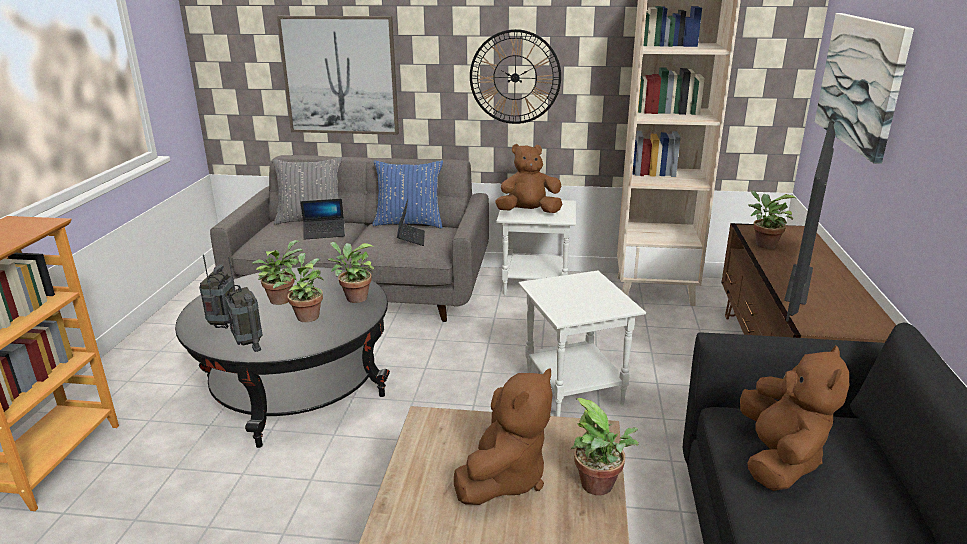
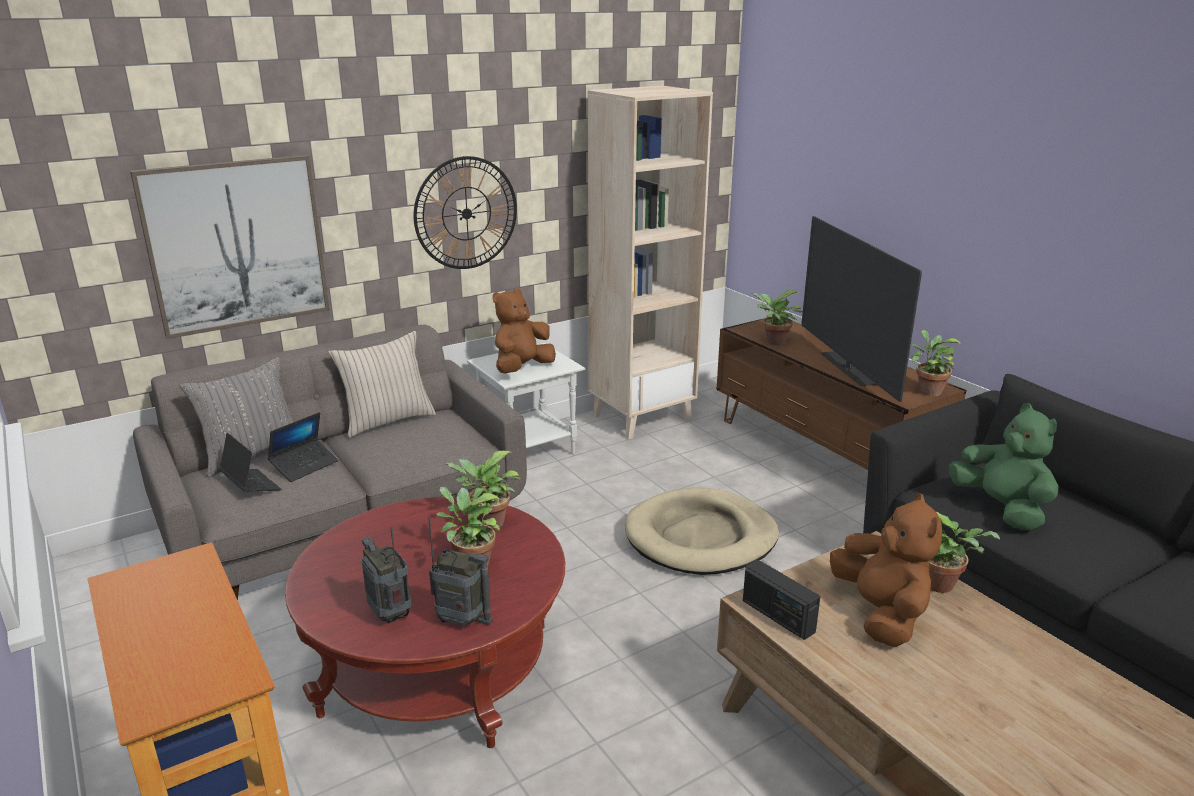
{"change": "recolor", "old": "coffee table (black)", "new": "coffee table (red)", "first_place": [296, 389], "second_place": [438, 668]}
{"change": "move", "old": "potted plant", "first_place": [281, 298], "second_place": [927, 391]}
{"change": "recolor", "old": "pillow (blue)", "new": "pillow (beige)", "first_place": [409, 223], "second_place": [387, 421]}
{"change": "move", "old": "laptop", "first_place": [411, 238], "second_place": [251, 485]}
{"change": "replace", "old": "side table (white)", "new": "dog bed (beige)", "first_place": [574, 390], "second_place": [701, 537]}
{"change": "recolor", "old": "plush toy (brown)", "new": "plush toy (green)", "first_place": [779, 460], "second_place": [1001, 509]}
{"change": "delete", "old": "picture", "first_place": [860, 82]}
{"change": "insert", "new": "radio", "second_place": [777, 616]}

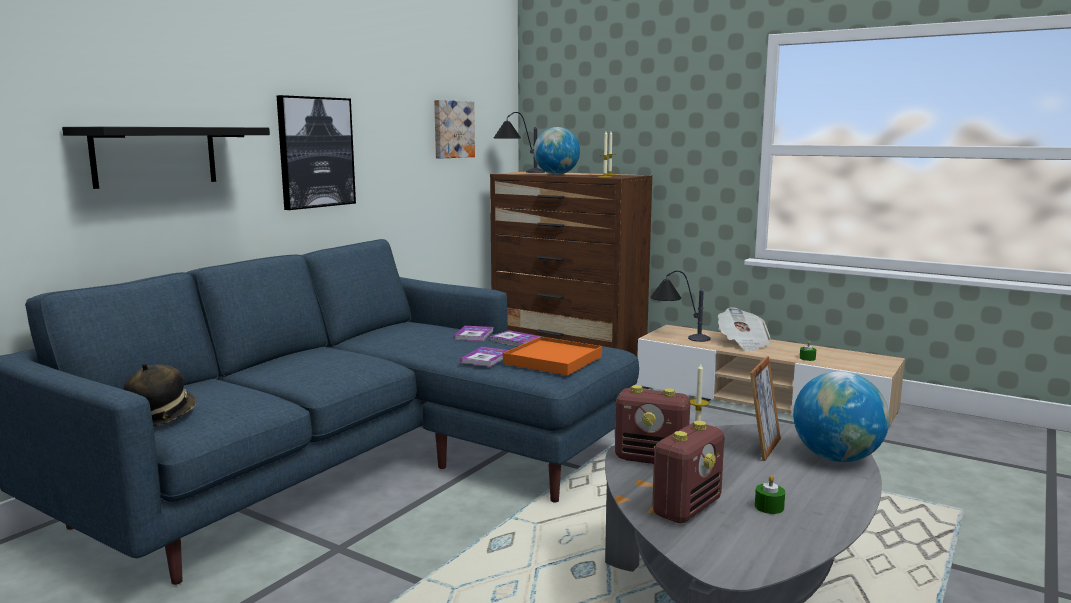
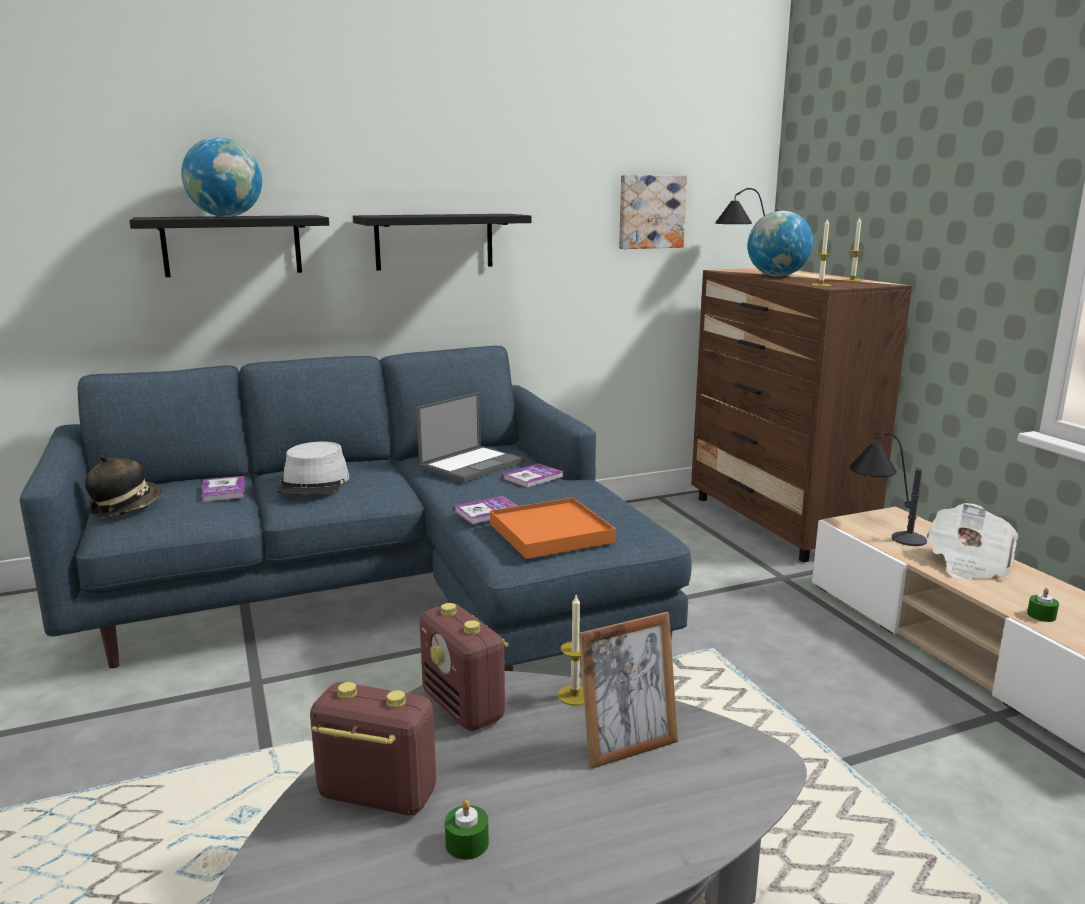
{"change": "replace", "old": "picture", "new": "shelf (black)", "first_place": [315, 152], "second_place": [434, 241]}
{"change": "move", "old": "book", "first_place": [515, 340], "second_place": [224, 491]}
{"change": "rotate", "old": "radio", "first_place": [687, 508], "second_place": [376, 795], "degrees": -150}
{"change": "move", "old": "globe", "first_place": [836, 458], "second_place": [226, 217]}
{"change": "insert", "new": "hat (grey)", "second_place": [314, 483]}
{"change": "insert", "new": "laptop", "second_place": [472, 464]}

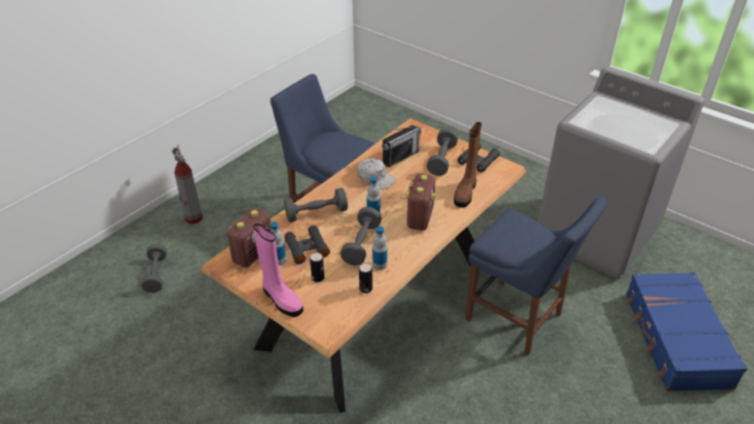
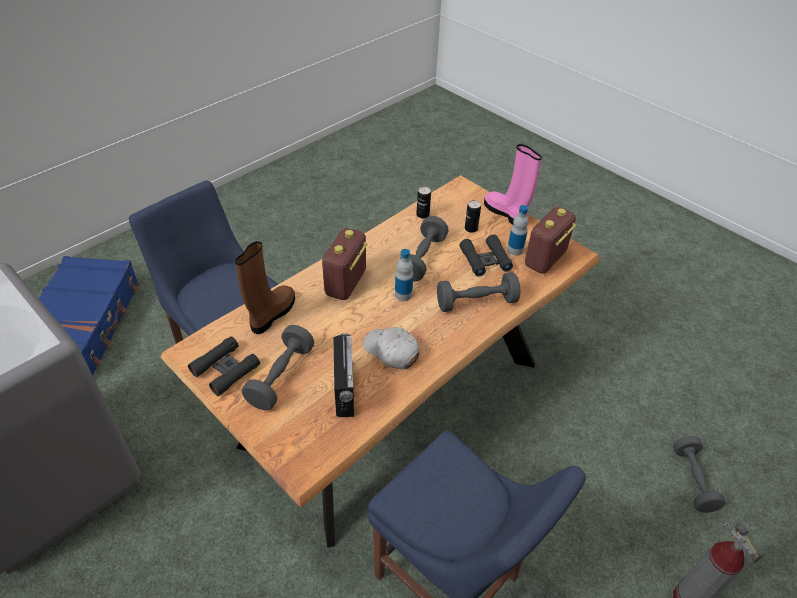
{"change": "delete", "old": "bottle", "first_place": [379, 264]}
{"change": "rotate", "old": "radio", "first_place": [400, 157], "second_place": [344, 390], "degrees": 120}

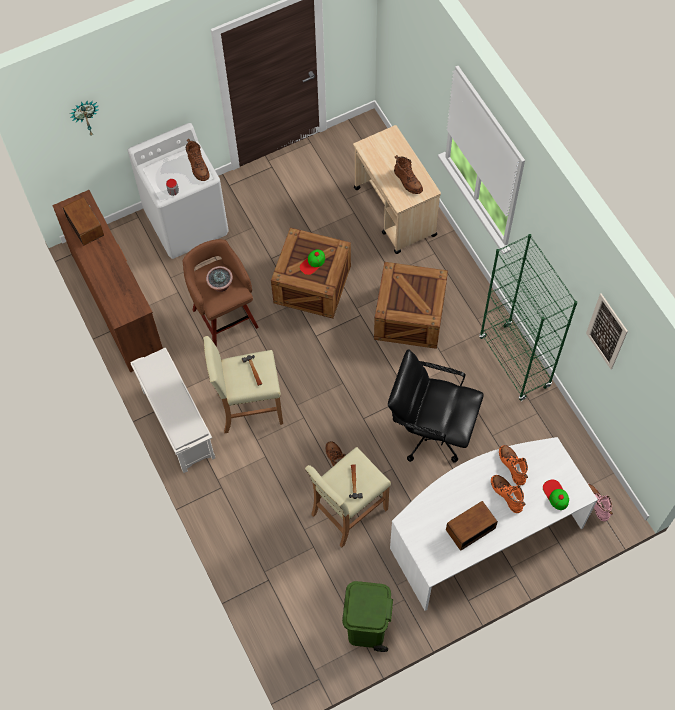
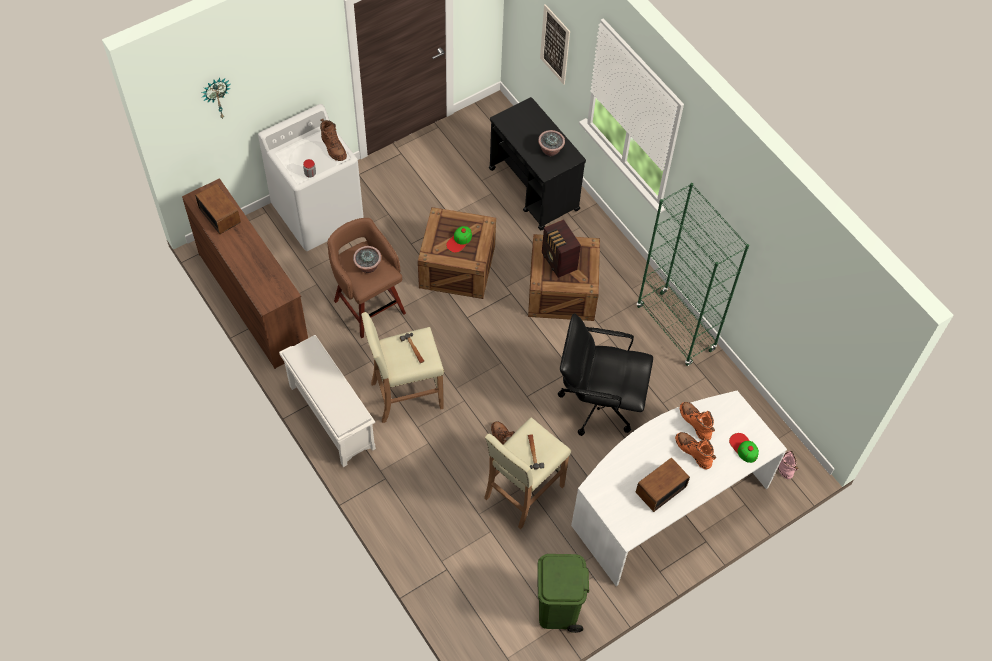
{"change": "recolor", "old": "cart (beige)", "new": "cart (black)", "first_place": [395, 212], "second_place": [534, 190]}
{"change": "replace", "old": "boot (brown)", "new": "potted plant", "first_place": [407, 181], "second_place": [550, 150]}
{"change": "move", "old": "picture", "first_place": [606, 331], "second_place": [555, 44]}
{"change": "insert", "new": "radio", "second_place": [559, 262]}

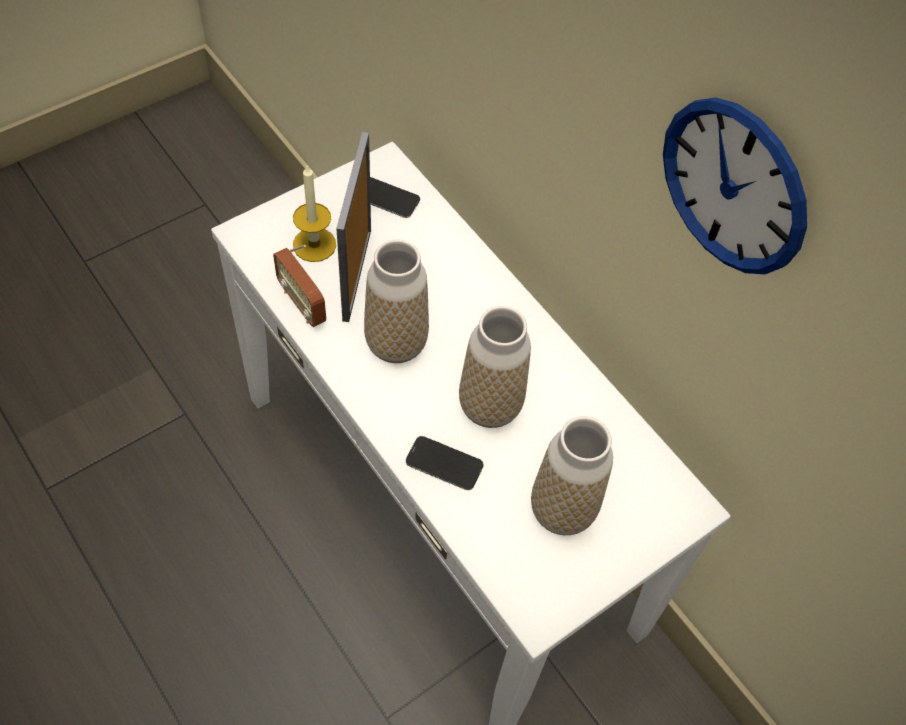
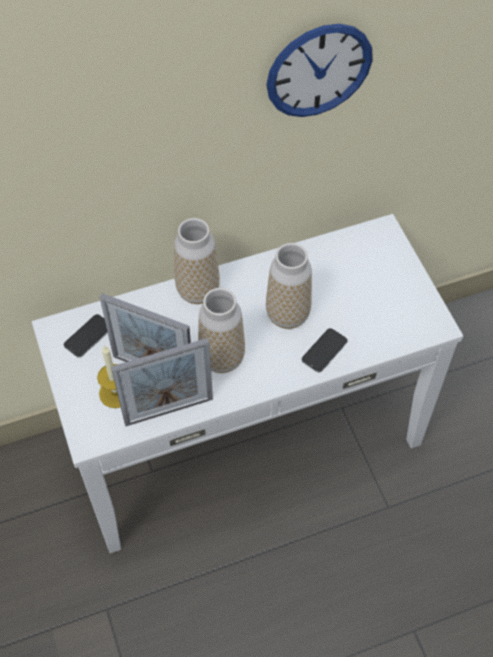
{"change": "replace", "old": "radio", "new": "picture frame", "first_place": [302, 303], "second_place": [169, 411]}
{"change": "move", "old": "vase", "first_place": [562, 510], "second_place": [198, 291]}

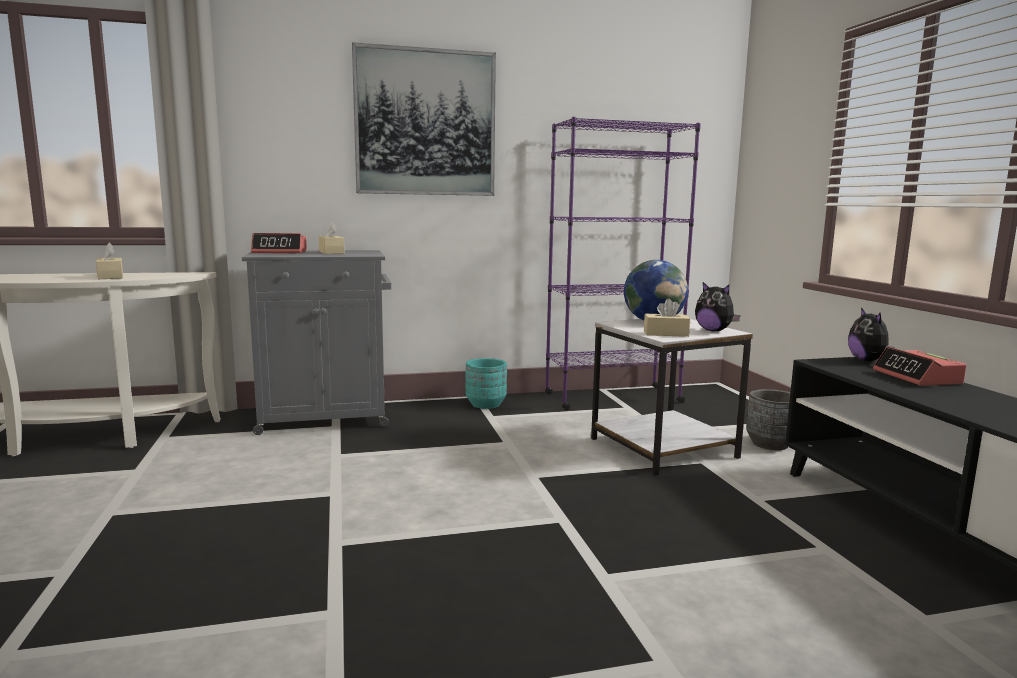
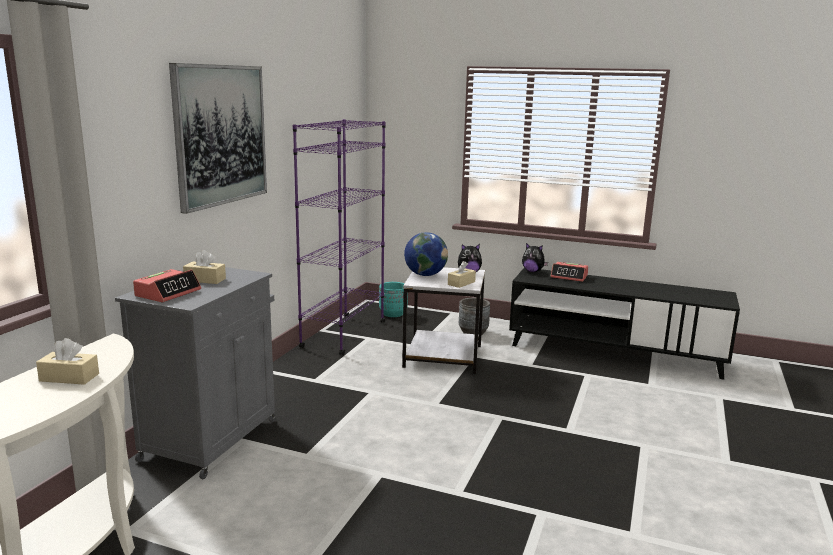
{"change": "move", "old": "planter (turquoise)", "first_place": [486, 404], "second_place": [393, 314]}

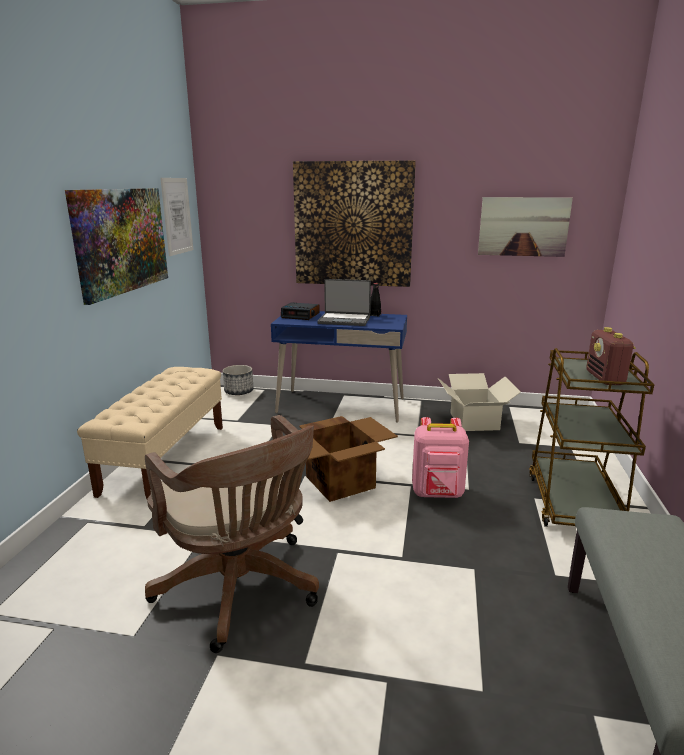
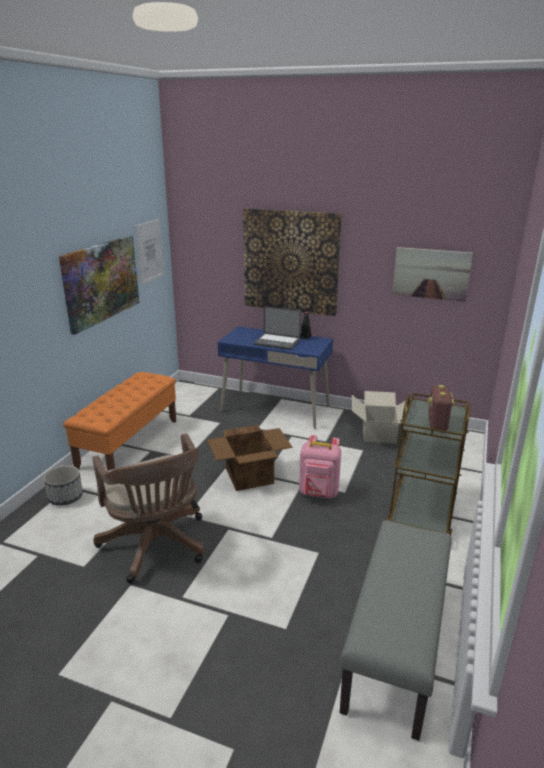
{"change": "recolor", "old": "bench (beige)", "new": "bench (orange)", "first_place": [166, 458], "second_place": [129, 443]}
{"change": "move", "old": "planter", "first_place": [239, 391], "second_place": [66, 497]}
{"change": "delete", "old": "alarm clock", "first_place": [301, 315]}

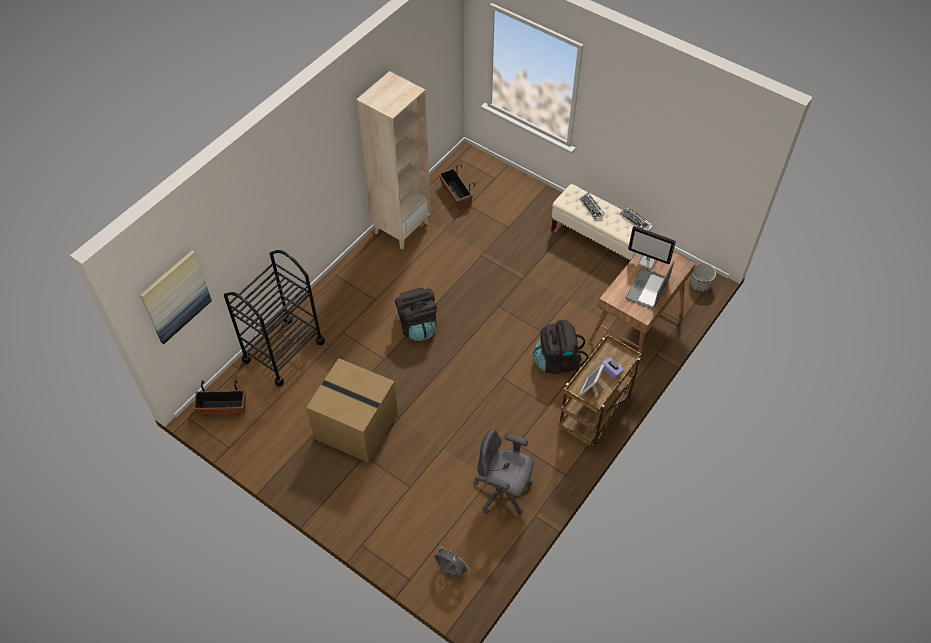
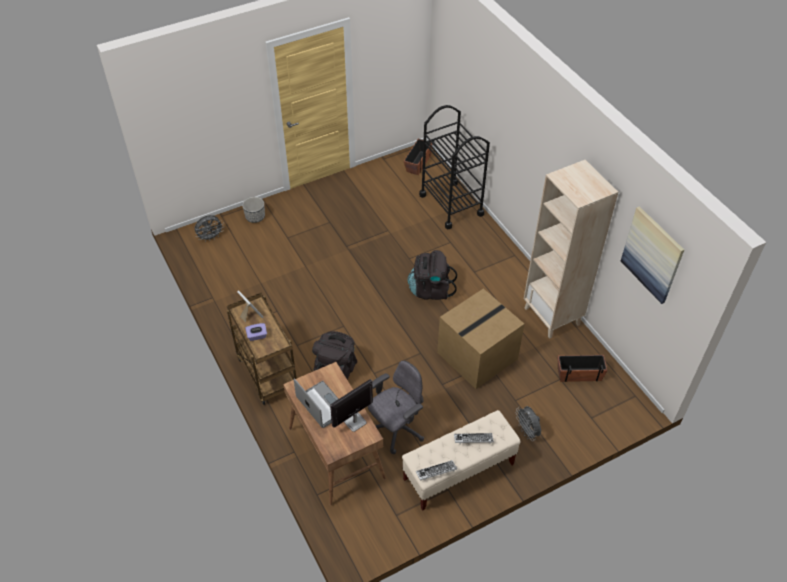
{"change": "move", "old": "picture", "first_place": [175, 296], "second_place": [652, 254]}
{"change": "move", "old": "cardboard box", "first_place": [357, 425], "second_place": [477, 357]}
{"change": "move", "old": "office chair (grey)", "first_place": [503, 491], "second_place": [396, 430]}
{"change": "move", "old": "planter", "first_place": [699, 284], "second_place": [255, 217]}
{"change": "insert", "new": "fan (grey)", "second_place": [527, 431]}

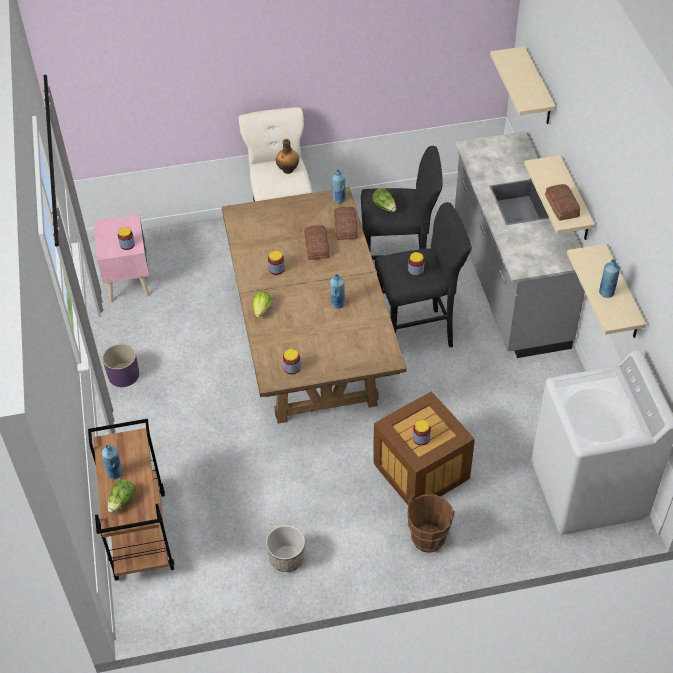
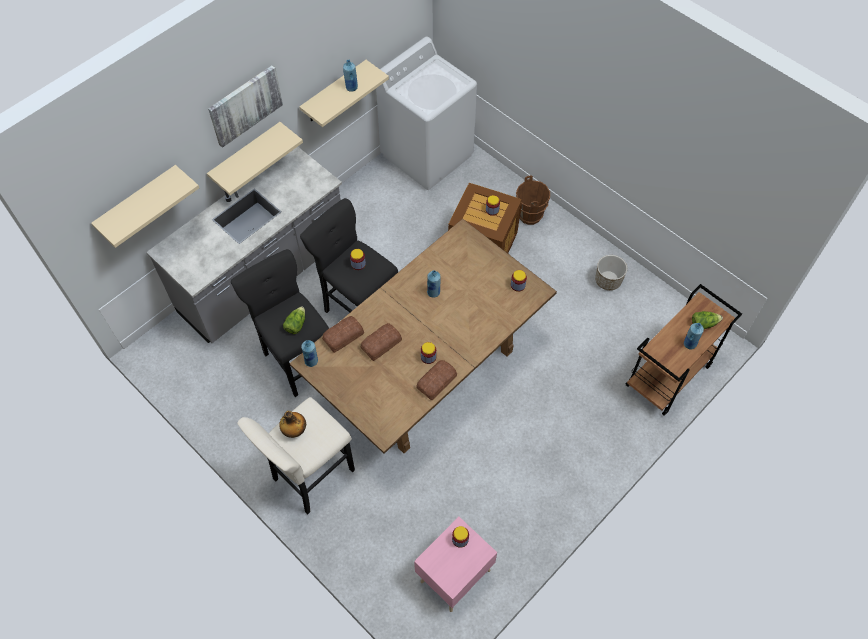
{"change": "delete", "old": "planter (purple)", "first_place": [123, 375]}
{"change": "delete", "old": "lettuce", "first_place": [261, 311]}
{"change": "move", "old": "bread", "first_place": [561, 206], "second_place": [437, 382]}
{"change": "insert", "new": "picture", "second_place": [245, 105]}

